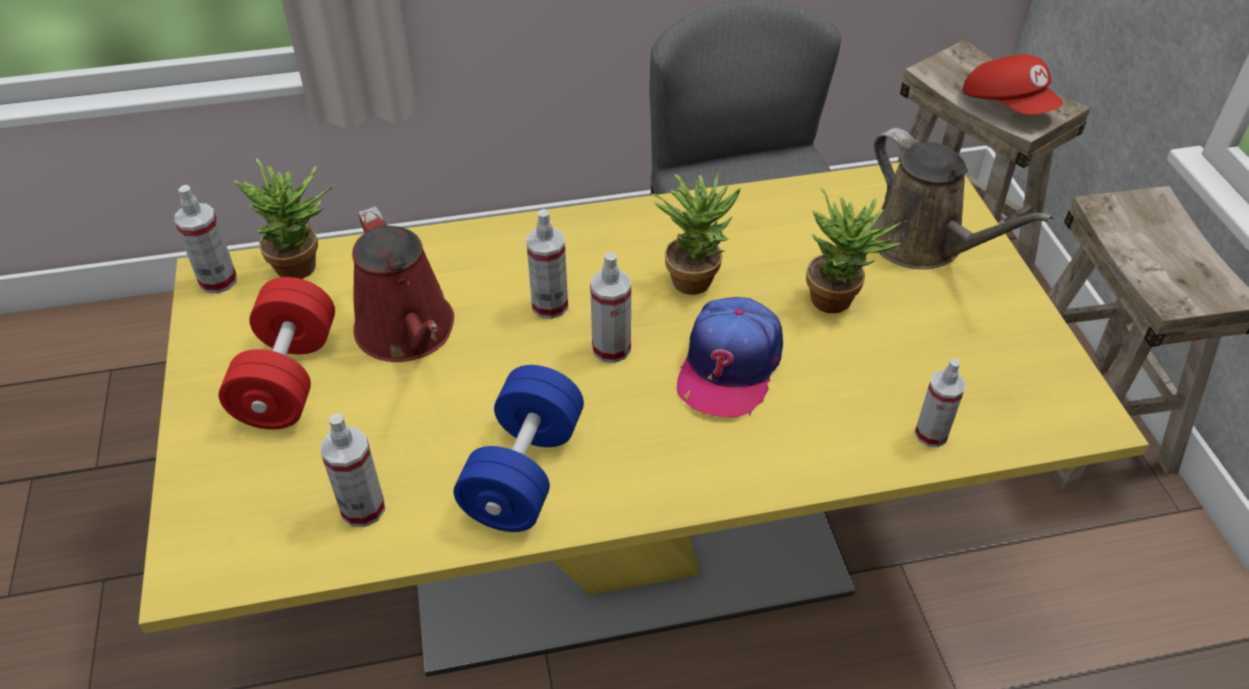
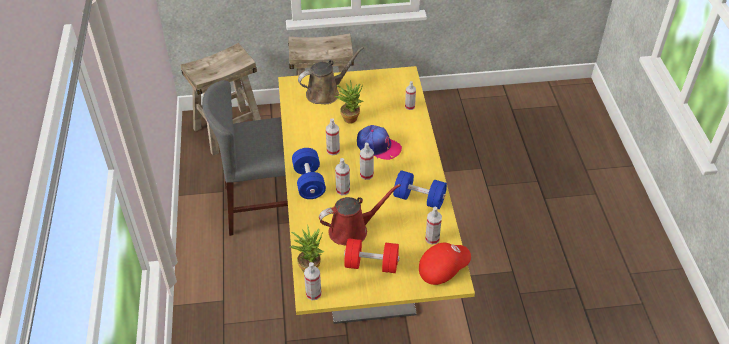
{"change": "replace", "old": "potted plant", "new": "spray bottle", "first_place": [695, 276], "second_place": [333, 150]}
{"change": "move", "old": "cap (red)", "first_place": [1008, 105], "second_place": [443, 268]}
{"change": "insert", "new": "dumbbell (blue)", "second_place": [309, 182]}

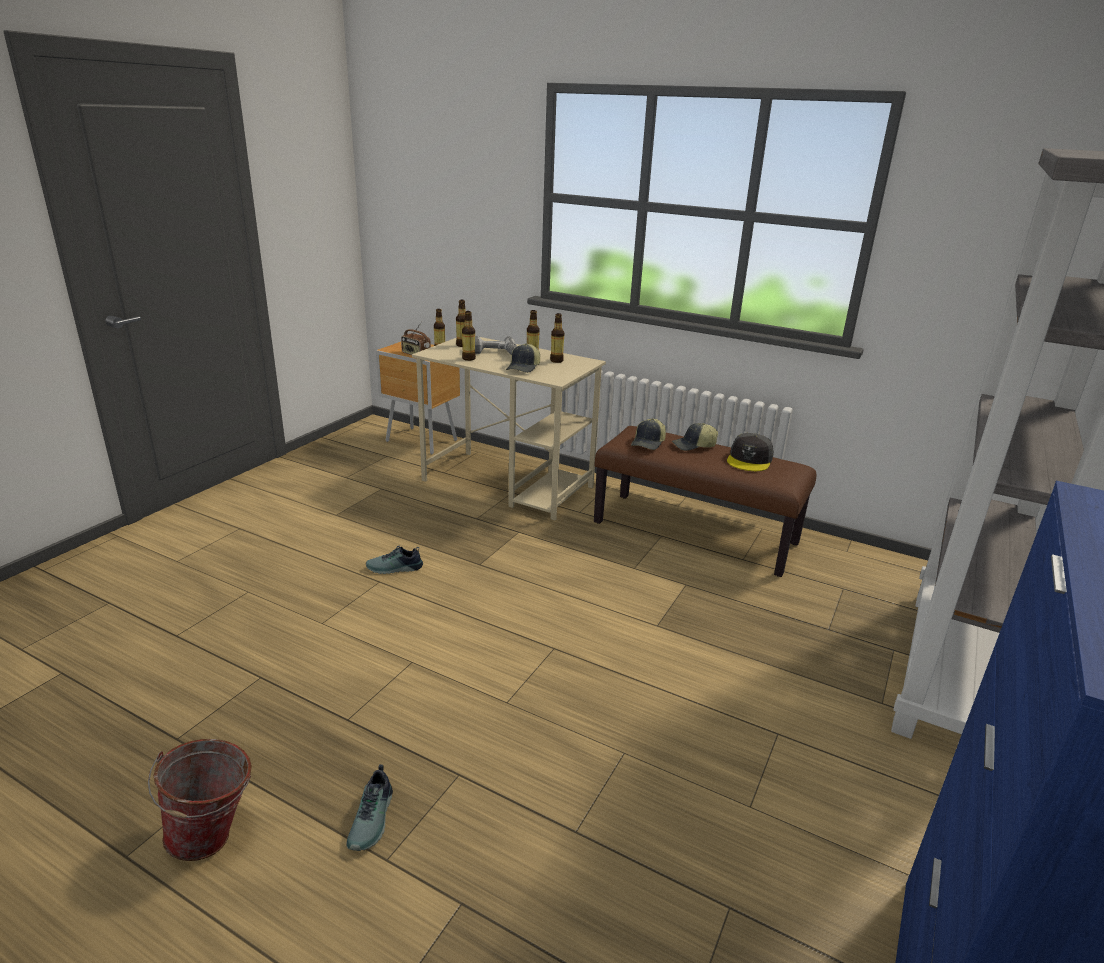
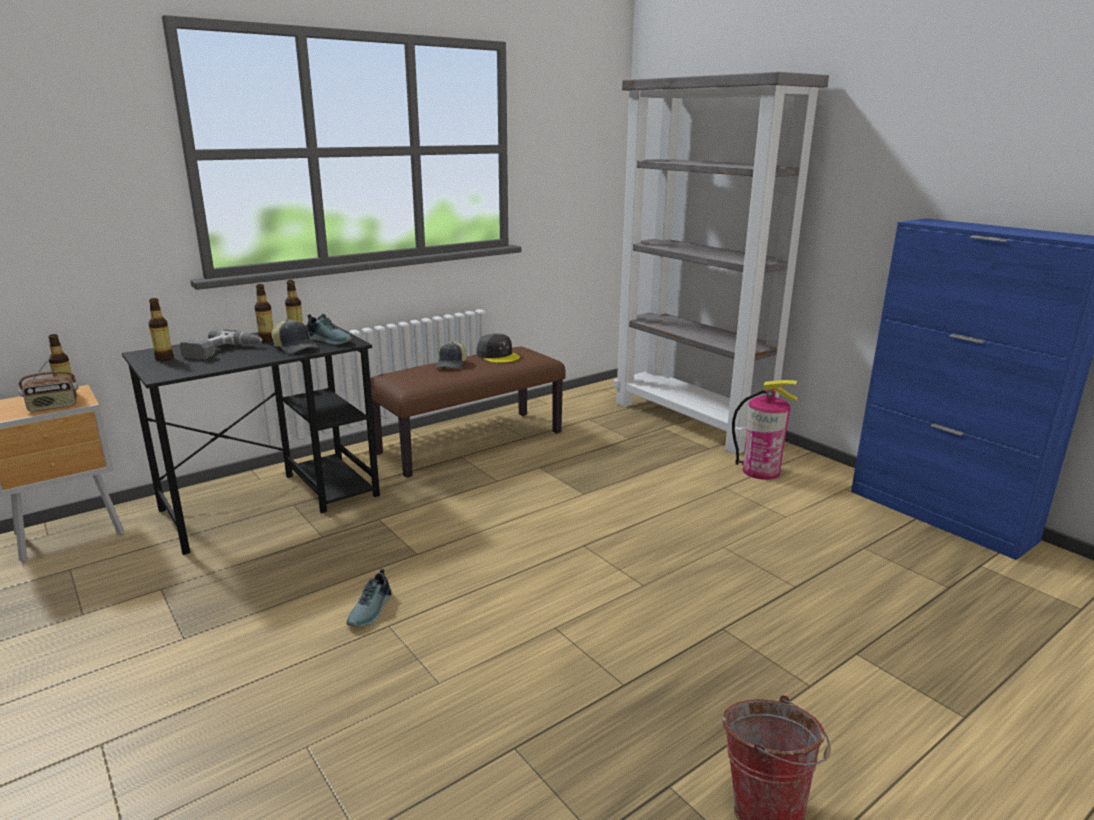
{"change": "move", "old": "shoe", "first_place": [373, 819], "second_place": [330, 340]}
{"change": "recolor", "old": "desk (beige)", "new": "desk (black)", "first_place": [508, 484], "second_place": [273, 502]}
{"change": "delete", "old": "bottle", "first_place": [468, 358]}
{"change": "delete", "old": "cap", "first_place": [648, 443]}
{"change": "insert", "new": "fire extinguisher", "second_place": [761, 471]}

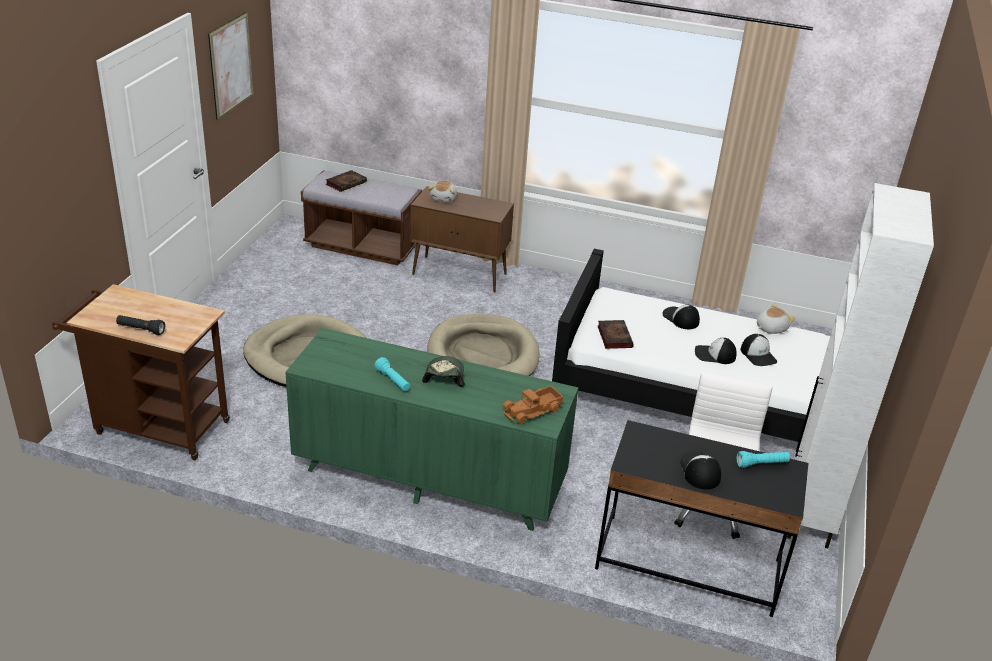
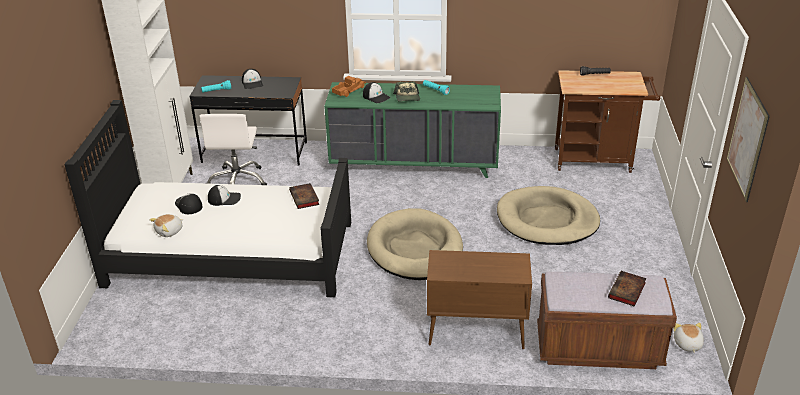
{"change": "move", "old": "plush toy", "first_place": [444, 198], "second_place": [687, 344]}
{"change": "move", "old": "cap", "first_place": [680, 318], "second_place": [376, 97]}

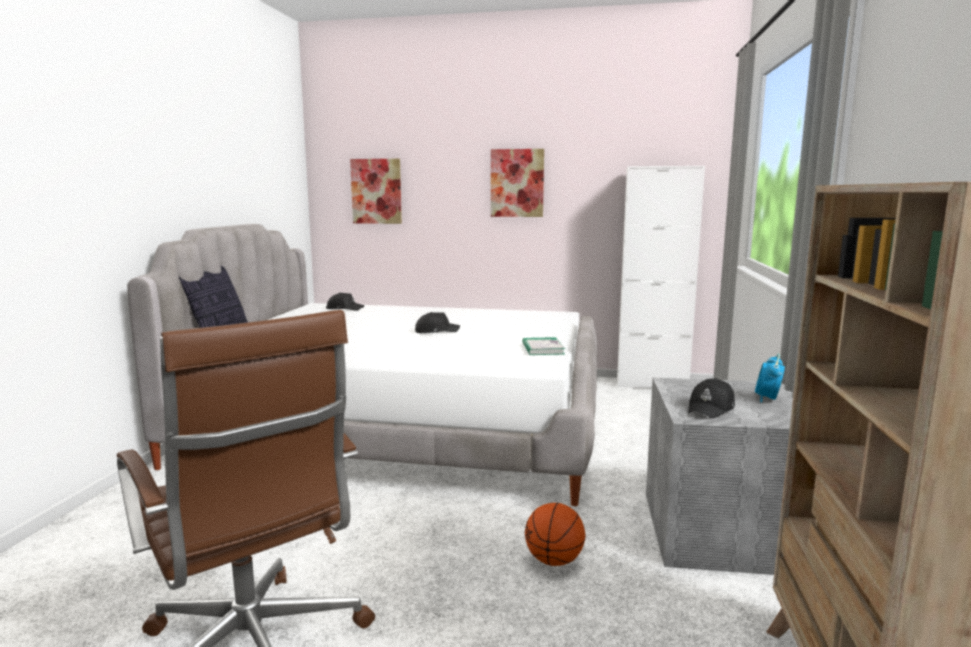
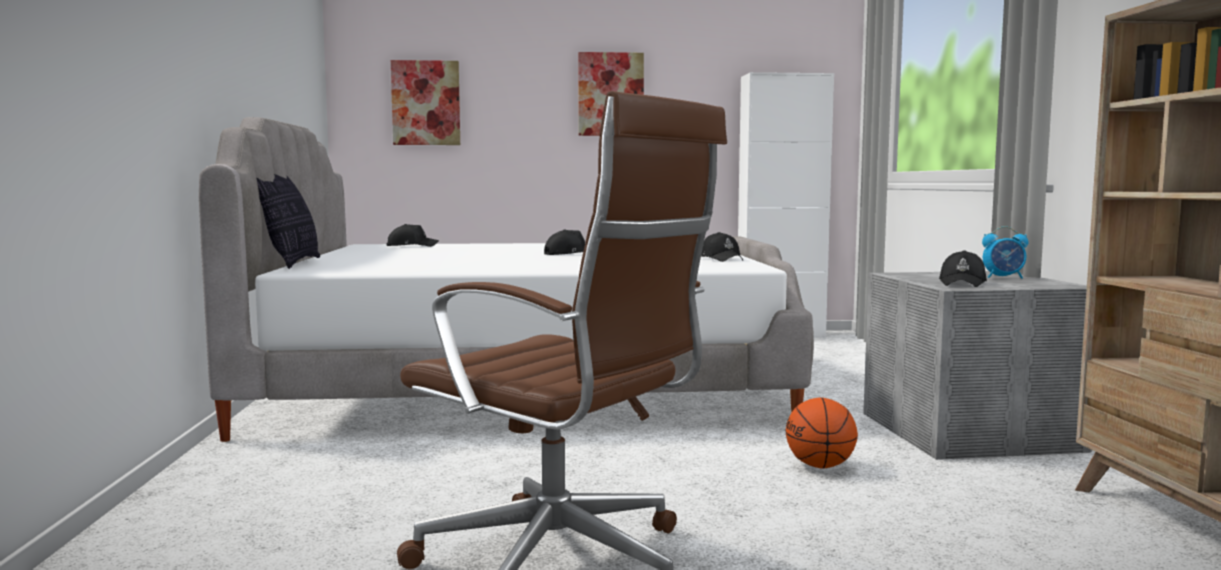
{"change": "replace", "old": "book", "new": "cap (black)", "first_place": [542, 349], "second_place": [722, 259]}
{"change": "rotate", "old": "alarm clock", "first_place": [767, 399], "second_place": [1004, 277], "degrees": -90}

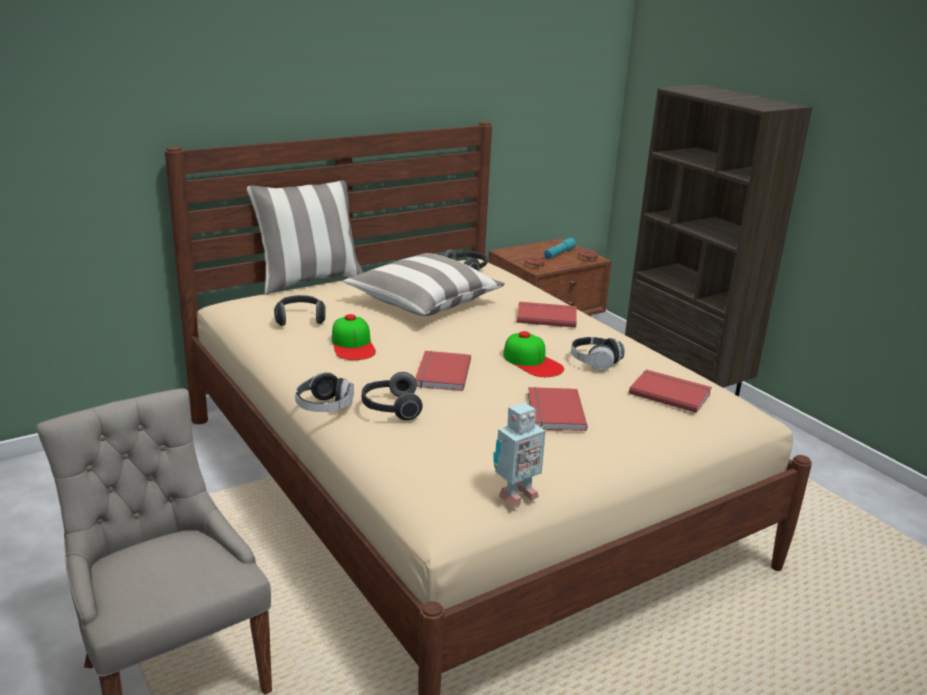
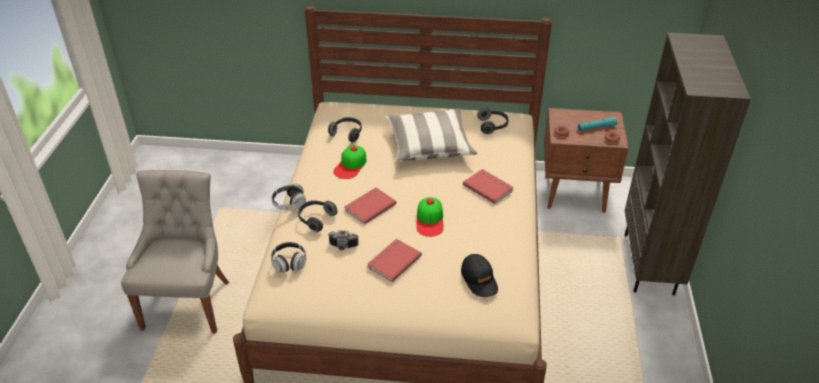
{"change": "delete", "old": "pillow", "first_place": [309, 281]}
{"change": "delete", "old": "toy robot", "first_place": [515, 496]}
{"change": "move", "old": "headphones", "first_place": [595, 362], "second_place": [289, 263]}
{"change": "replace", "old": "book (red)", "new": "cap (black)", "first_place": [670, 393], "second_place": [479, 280]}
{"change": "insert", "new": "photo camera", "second_place": [343, 247]}

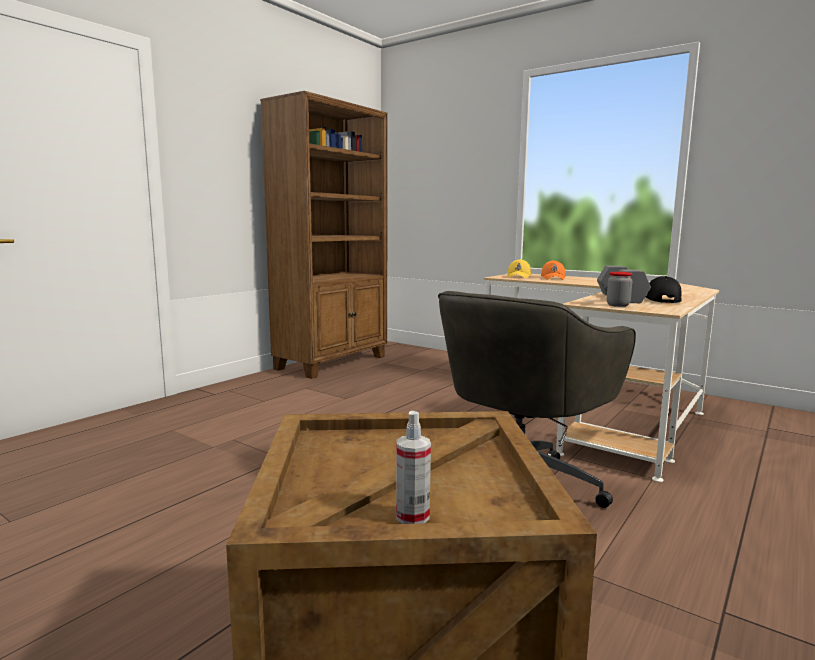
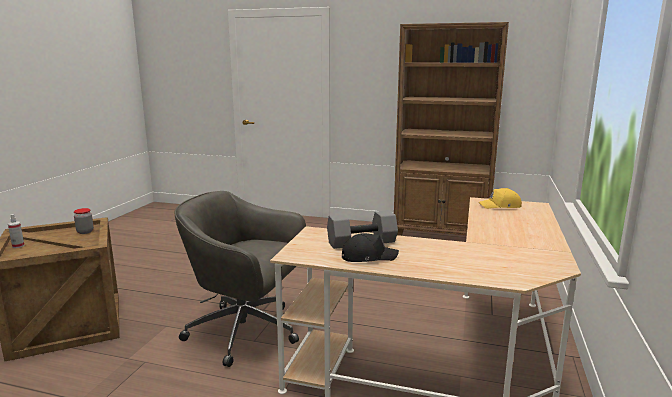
{"change": "delete", "old": "cap (orange)", "first_place": [553, 278]}
{"change": "move", "old": "jar", "first_place": [618, 305], "second_place": [85, 232]}

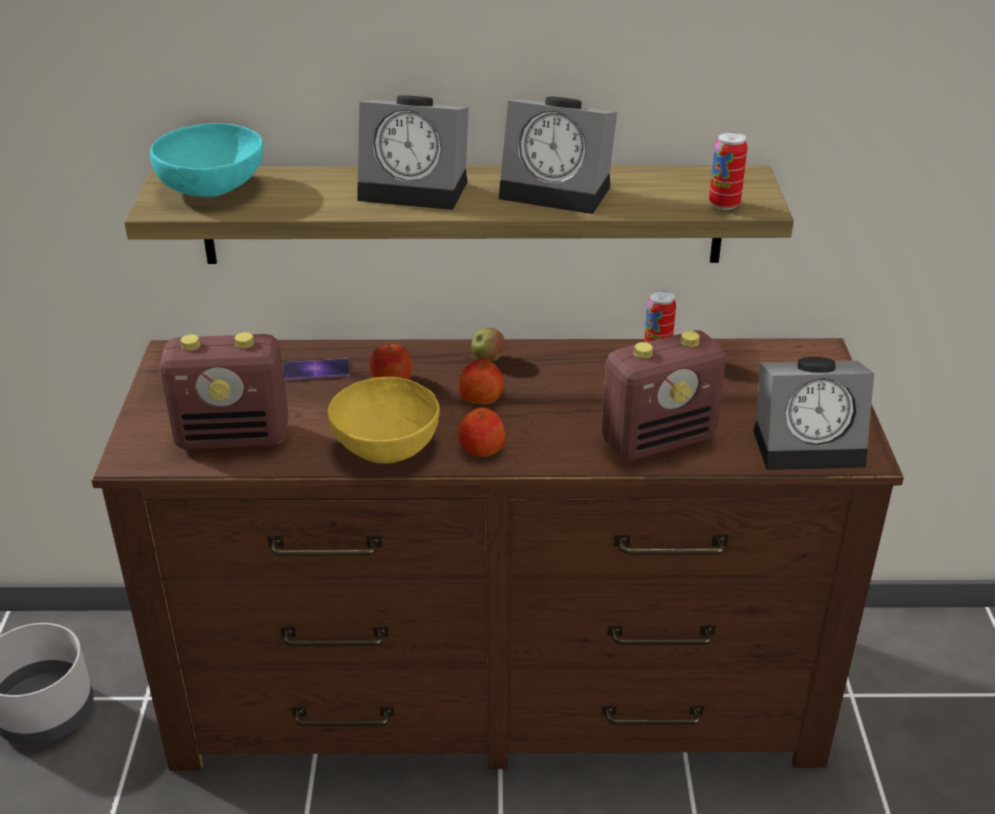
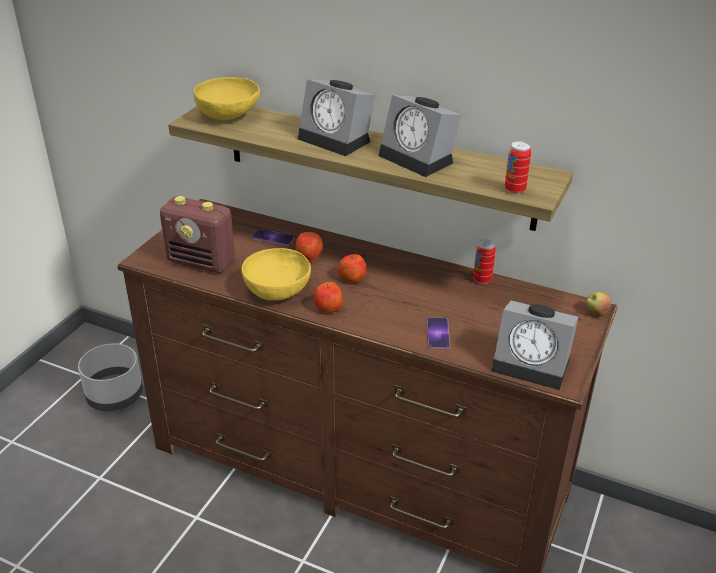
{"change": "recolor", "old": "bowl (turquoise)", "new": "bowl (yellow)", "first_place": [214, 187], "second_place": [229, 115]}
{"change": "move", "old": "apple", "first_place": [487, 359], "second_place": [596, 312]}
{"change": "replace", "old": "radio", "new": "phone", "first_place": [659, 440], "second_place": [438, 333]}

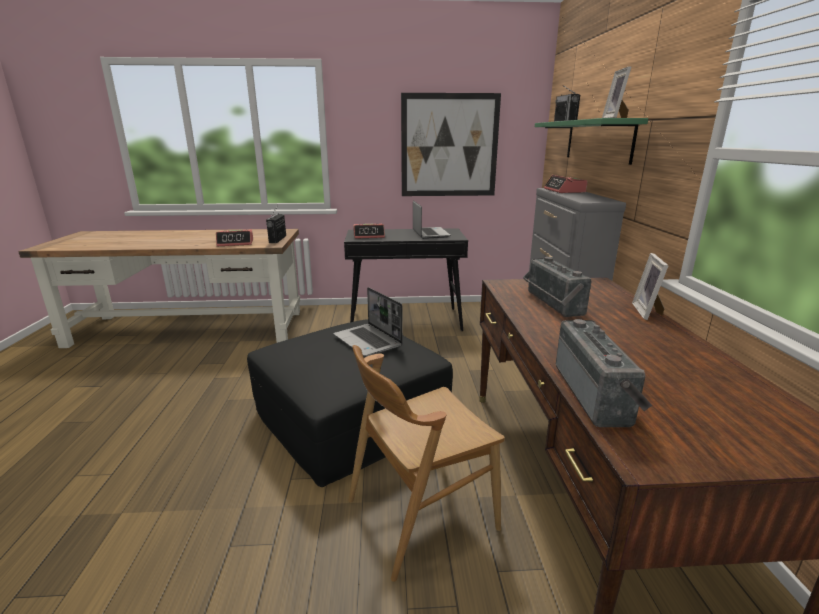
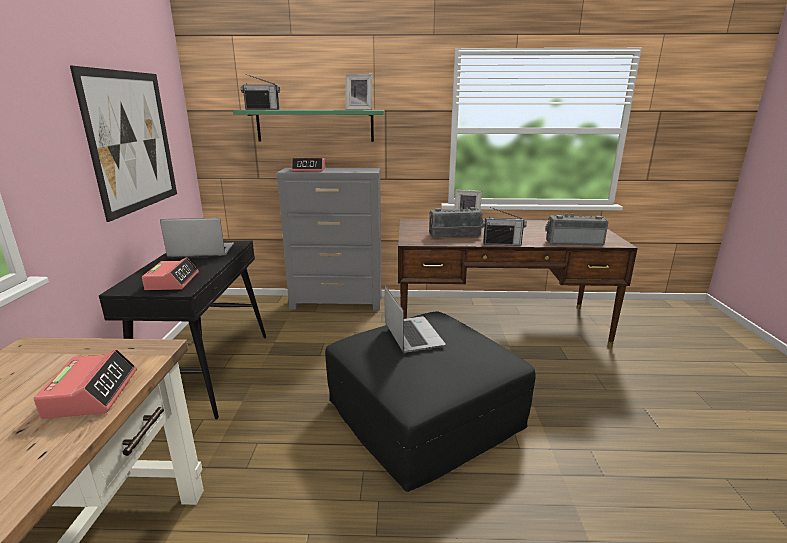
{"change": "move", "old": "radio", "first_place": [277, 239], "second_place": [502, 243]}
{"change": "rotate", "old": "laptop", "first_place": [368, 341], "second_place": [412, 335], "degrees": -75}
{"change": "delete", "old": "chair (brown)", "first_place": [420, 514]}

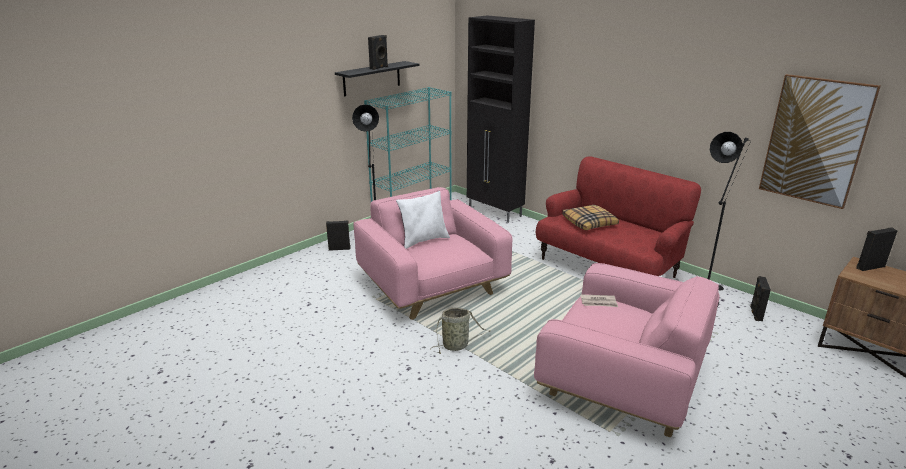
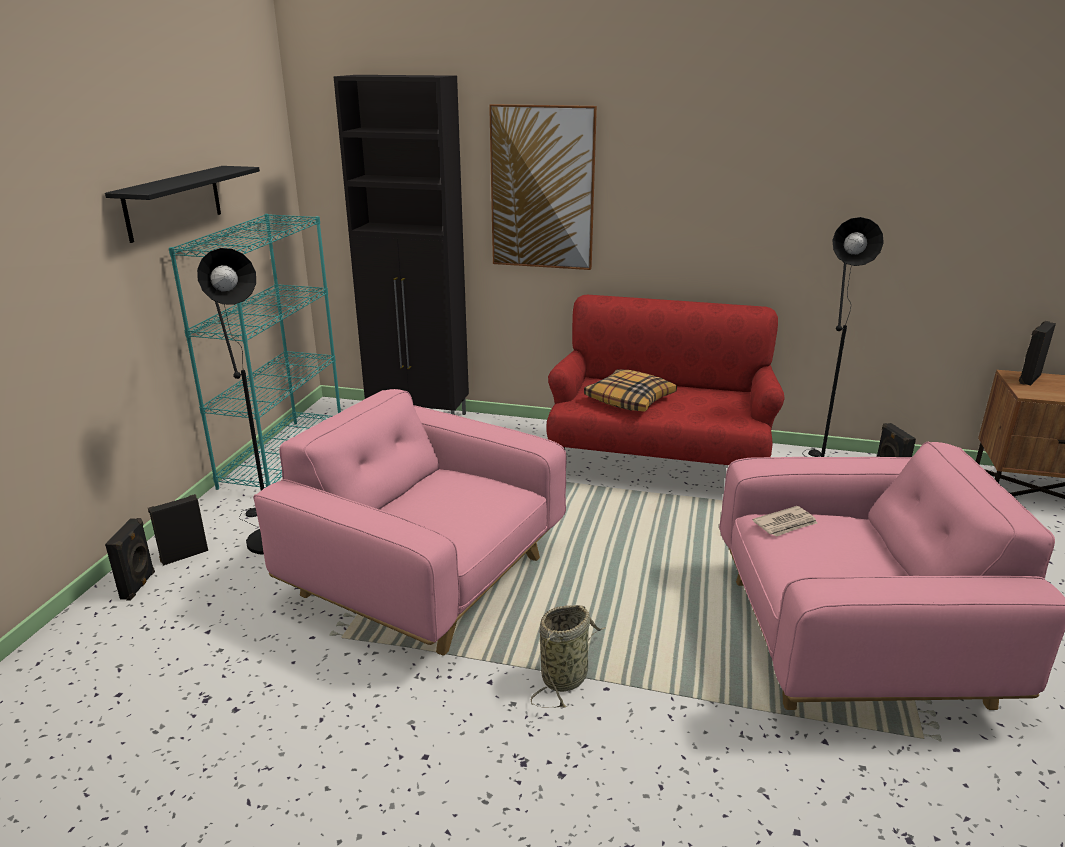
{"change": "move", "old": "speaker (black)", "first_place": [379, 68], "second_place": [139, 585]}
{"change": "delete", "old": "pillow (white)", "first_place": [423, 240]}
{"change": "move", "old": "picture", "first_place": [815, 141], "second_place": [542, 188]}

